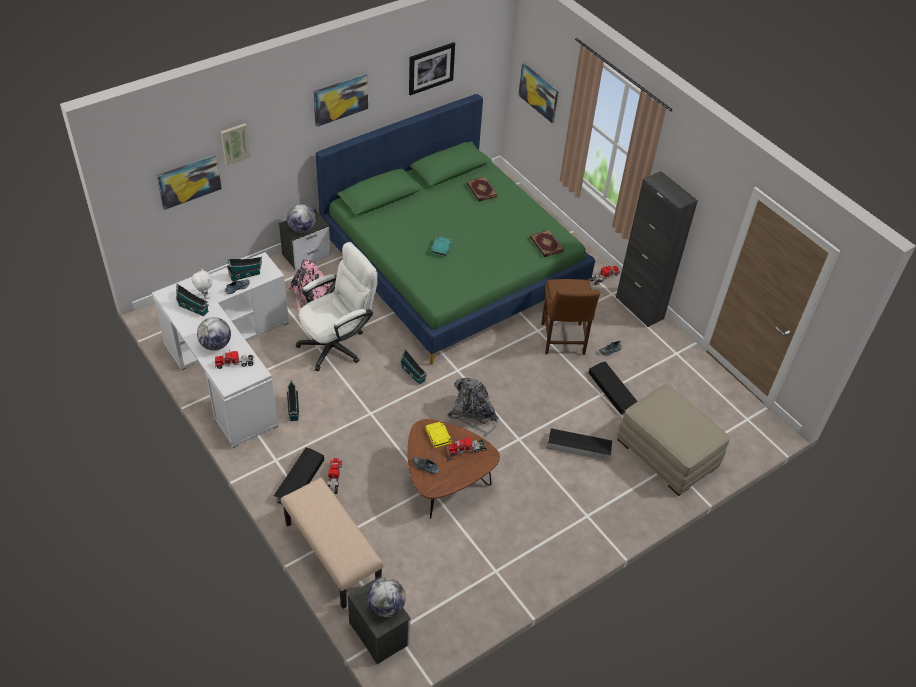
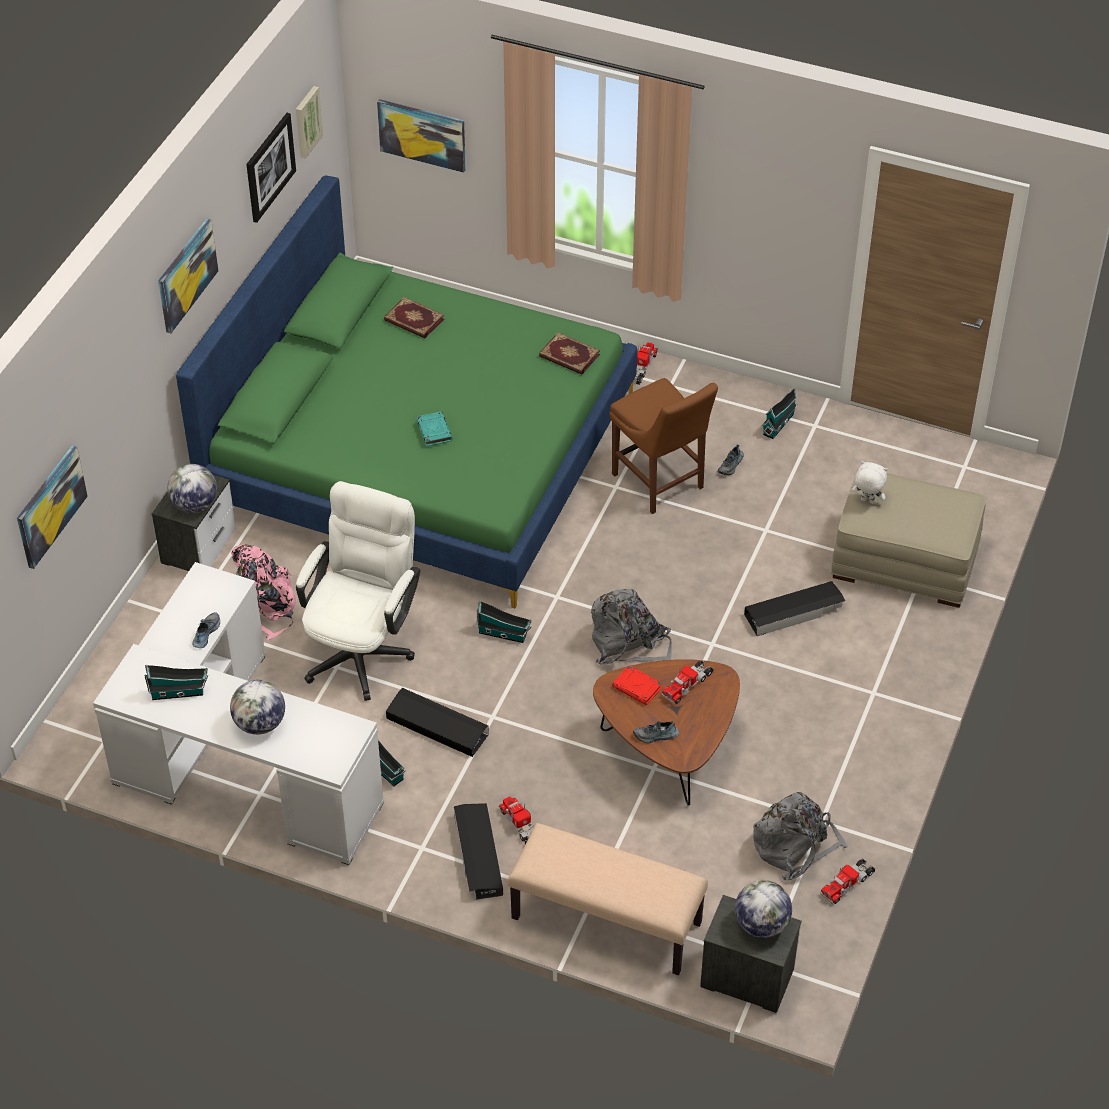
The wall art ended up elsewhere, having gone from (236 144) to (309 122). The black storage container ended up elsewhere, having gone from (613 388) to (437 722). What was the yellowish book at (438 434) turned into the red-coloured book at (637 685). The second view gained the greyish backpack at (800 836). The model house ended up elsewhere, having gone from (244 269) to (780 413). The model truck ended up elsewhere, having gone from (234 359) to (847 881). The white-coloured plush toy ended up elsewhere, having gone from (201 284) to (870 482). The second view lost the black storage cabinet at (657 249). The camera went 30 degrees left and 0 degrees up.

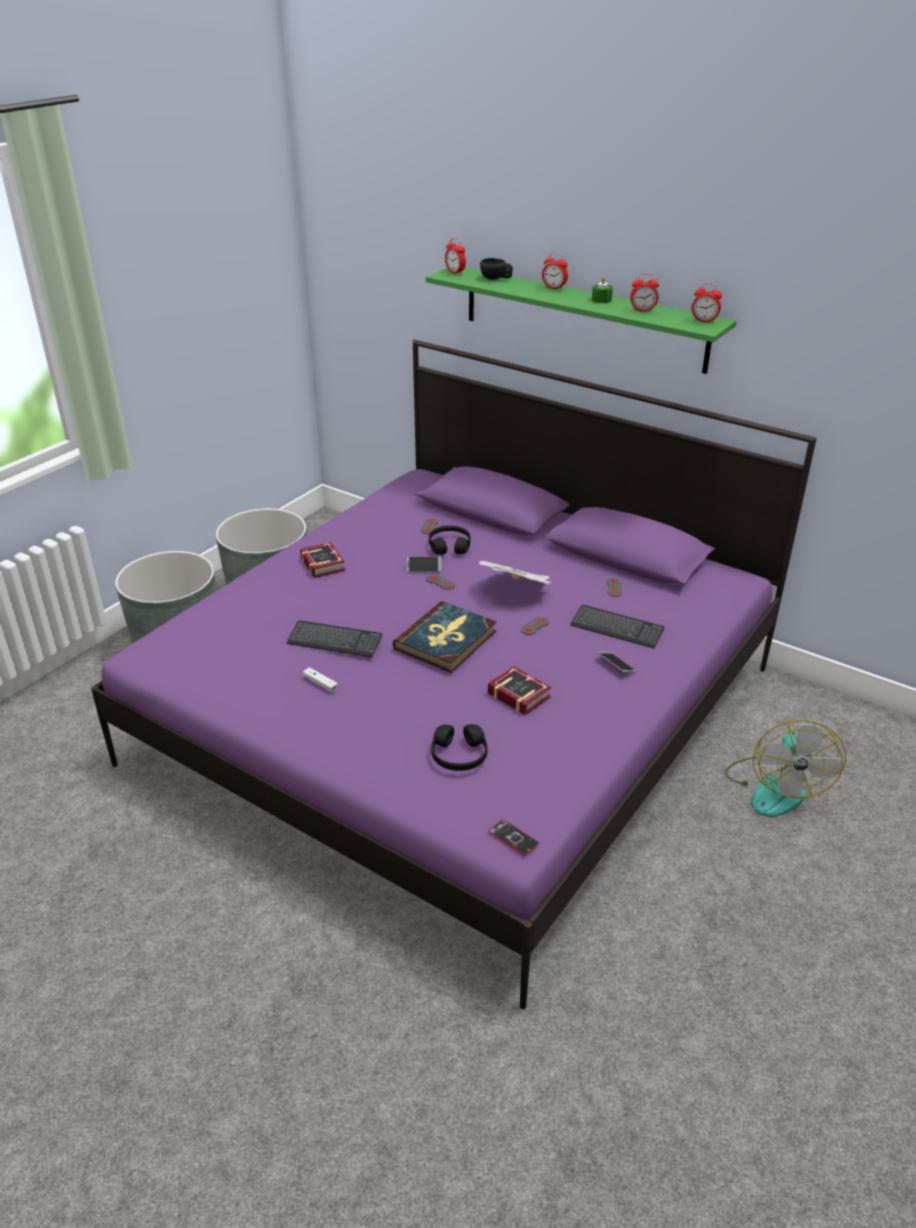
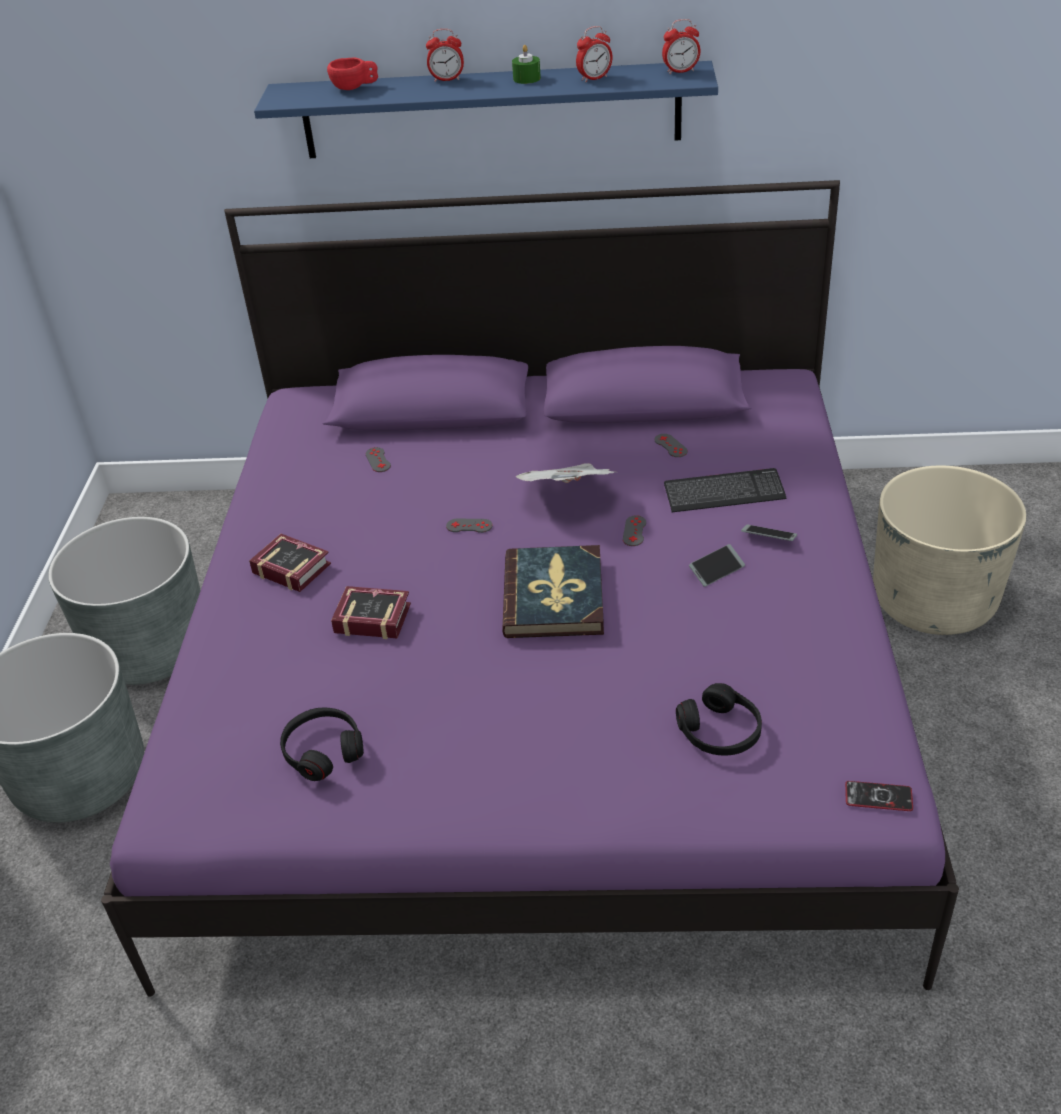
What was the green-coloured wall shelf at (581 320) turned into the bluish wall shelf at (486 109). The black headset ended up elsewhere, having gone from (449 540) to (322 744). What was the black drinking cup at (496 269) turned into the red-coloured drinking cup at (352 73). The book ended up elsewhere, having gone from (519 690) to (371 612). The handset ended up elsewhere, having gone from (424 564) to (717 565). Where the cooling fan stood at (785 768), the beige planter came to stand at (949 550). The second view lost the keyboard at (334 638). The second view lost the white-coloured gamepad at (320 680). The second view lost the table clock at (455 256). The camera went 30 degrees left and 5 degrees up.

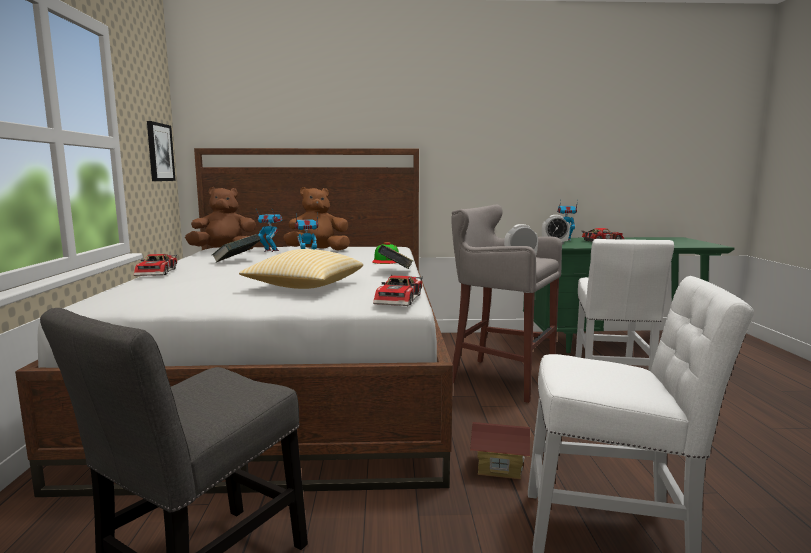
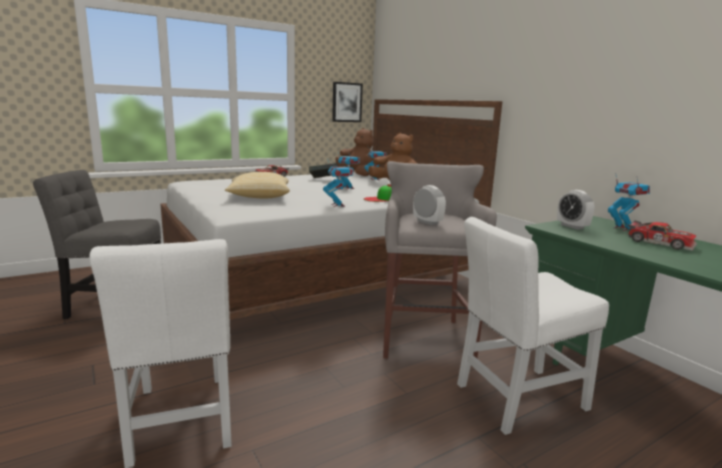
Where the book stood at (395 257), the model robot came to stand at (338 183). The second view lost the toy car at (398 290). The second view lost the model house at (500 451). The camera went 60 degrees right and 5 degrees up.

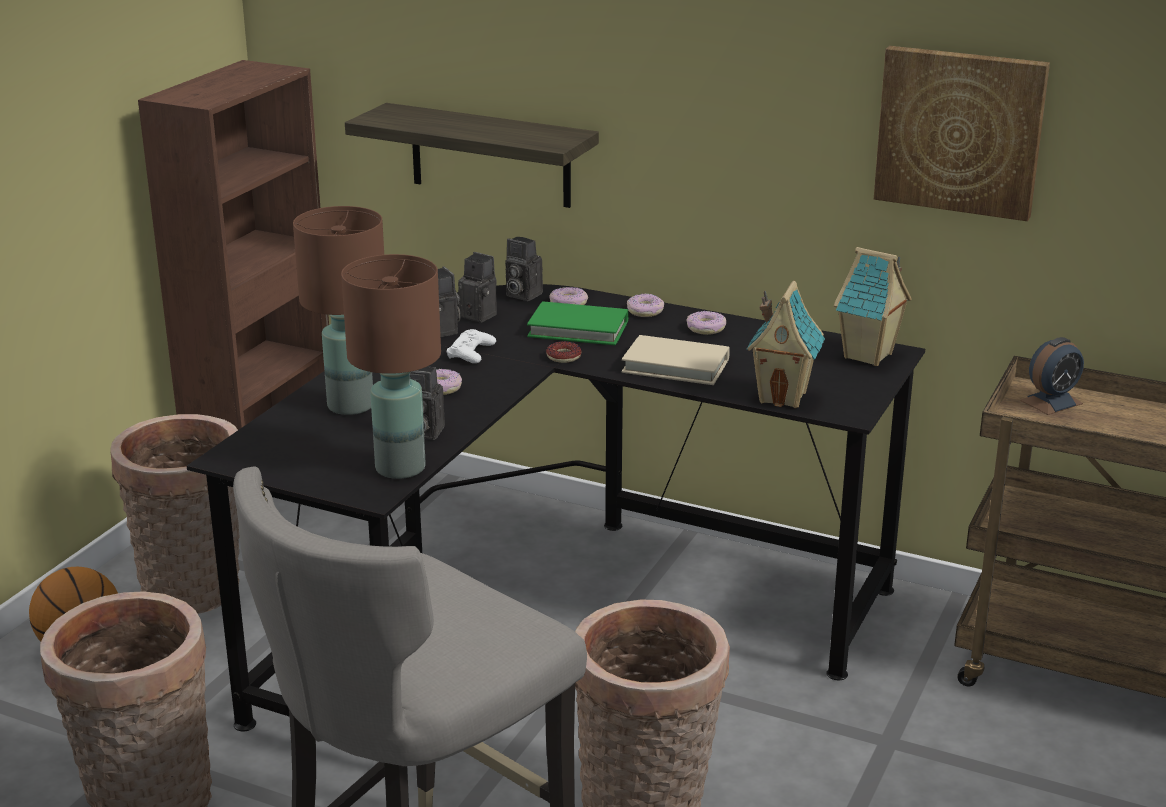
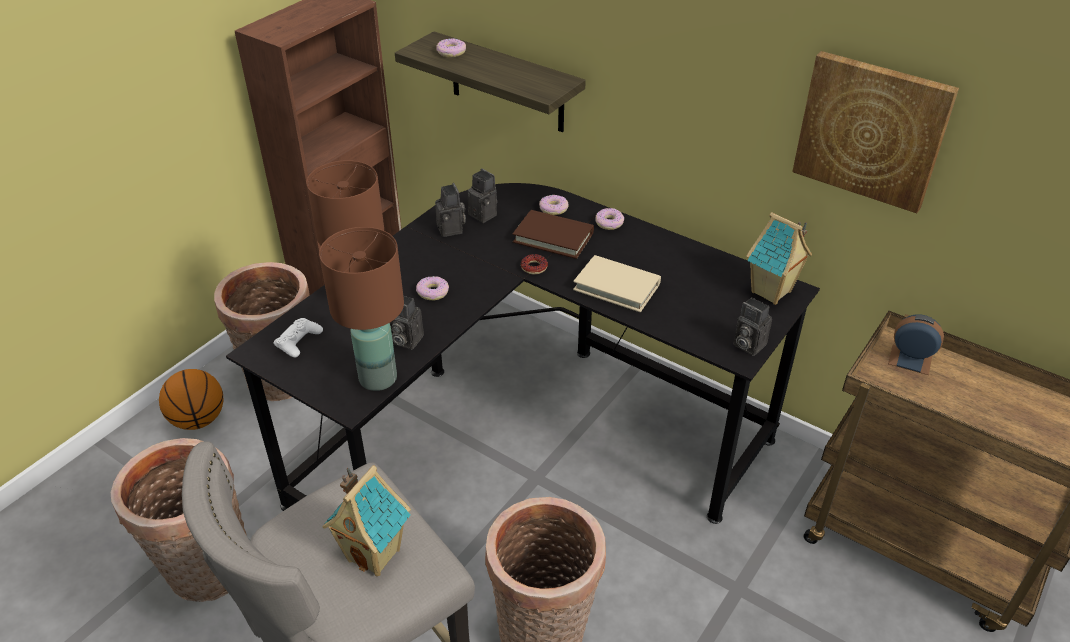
The white-coloured gamepad ended up elsewhere, having gone from (471 346) to (298 337). The model house ended up elsewhere, having gone from (785 344) to (367 520). The doughnut ended up elsewhere, having gone from (706 323) to (451 47). What was the green-coloured book at (578 323) turned into the brown book at (553 234). The still camera ended up elsewhere, having gone from (524 269) to (752 326). The table clock at (1052 376) ended up facing another way, 135 degrees counterclockwise from before. The camera went 10 degrees right and 15 degrees up.

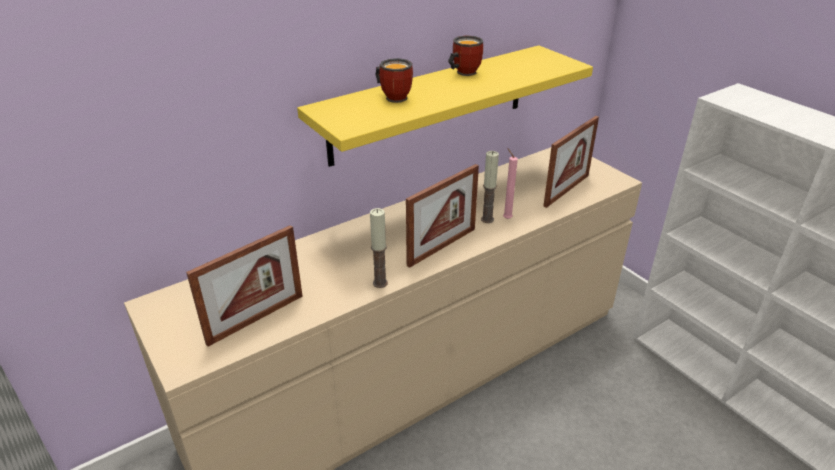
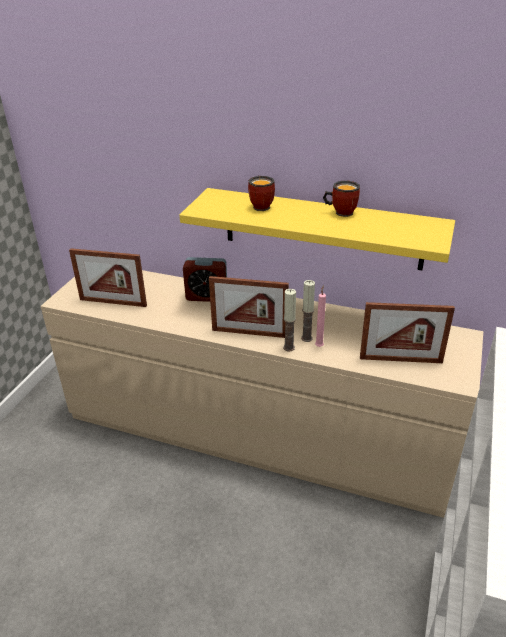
The second view gained the table clock at (205 279). The wax light ended up elsewhere, having gone from (379 248) to (289 320). The camera went 55 degrees right and 0 degrees up.

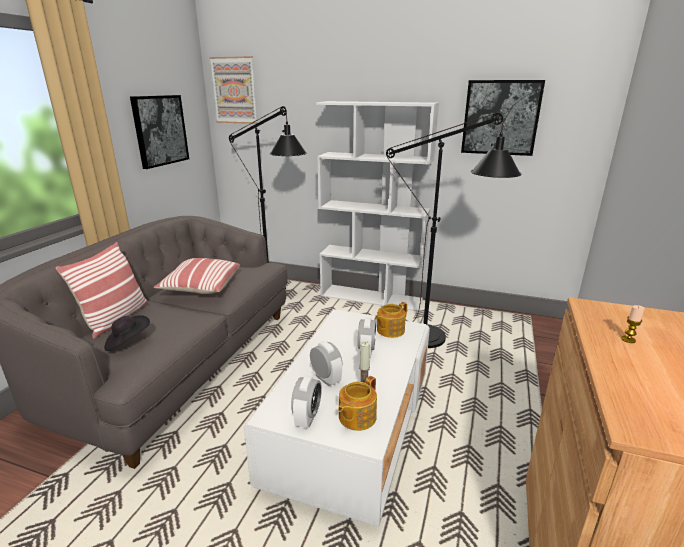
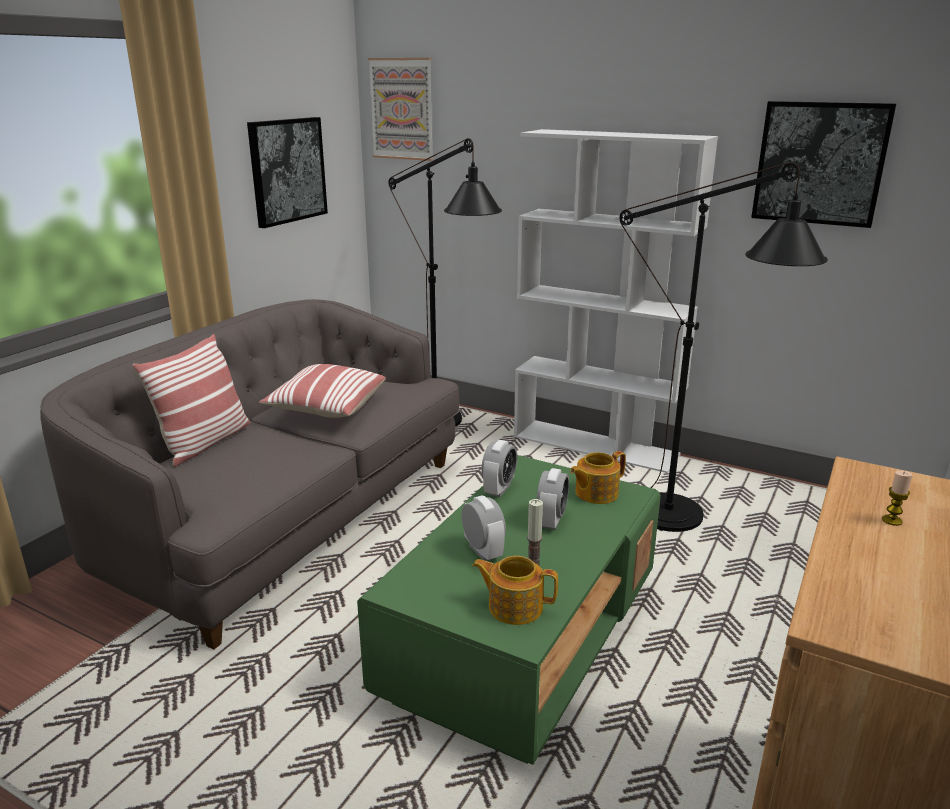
What was the white-coloured lounge table at (337 418) turned into the green-coloured lounge table at (509 610). The teapot at (357 403) ended up facing another way, 60 degrees clockwise from before. The table clock ended up elsewhere, having gone from (306 401) to (499 468). The second view lost the black hat at (127 333). The camera went 10 degrees right and 0 degrees up.

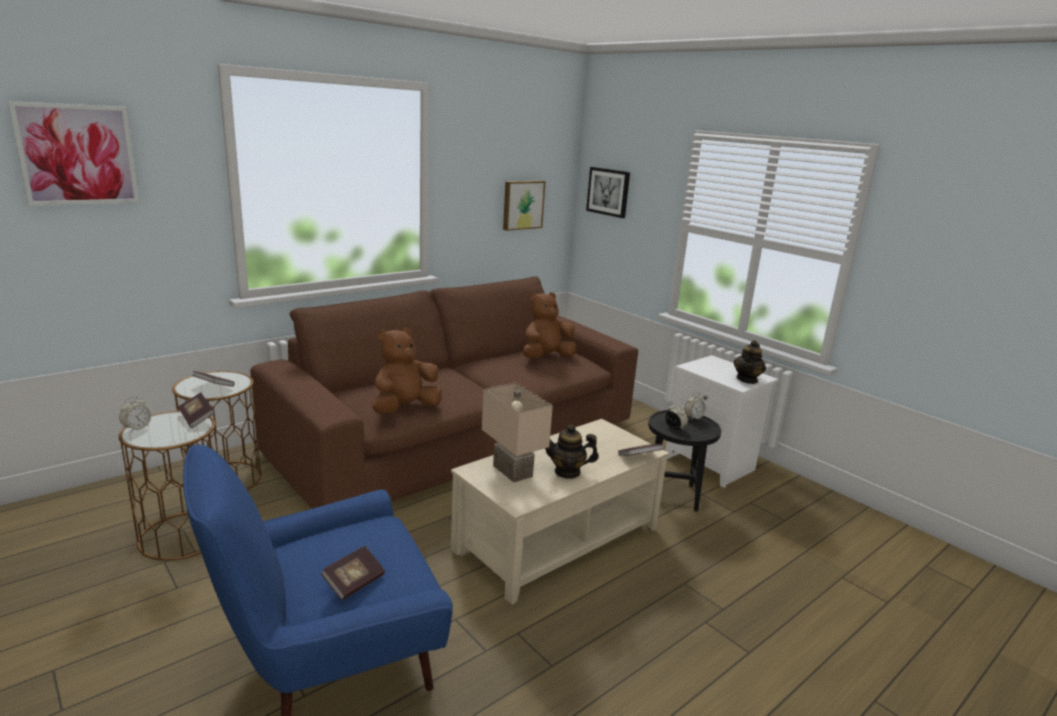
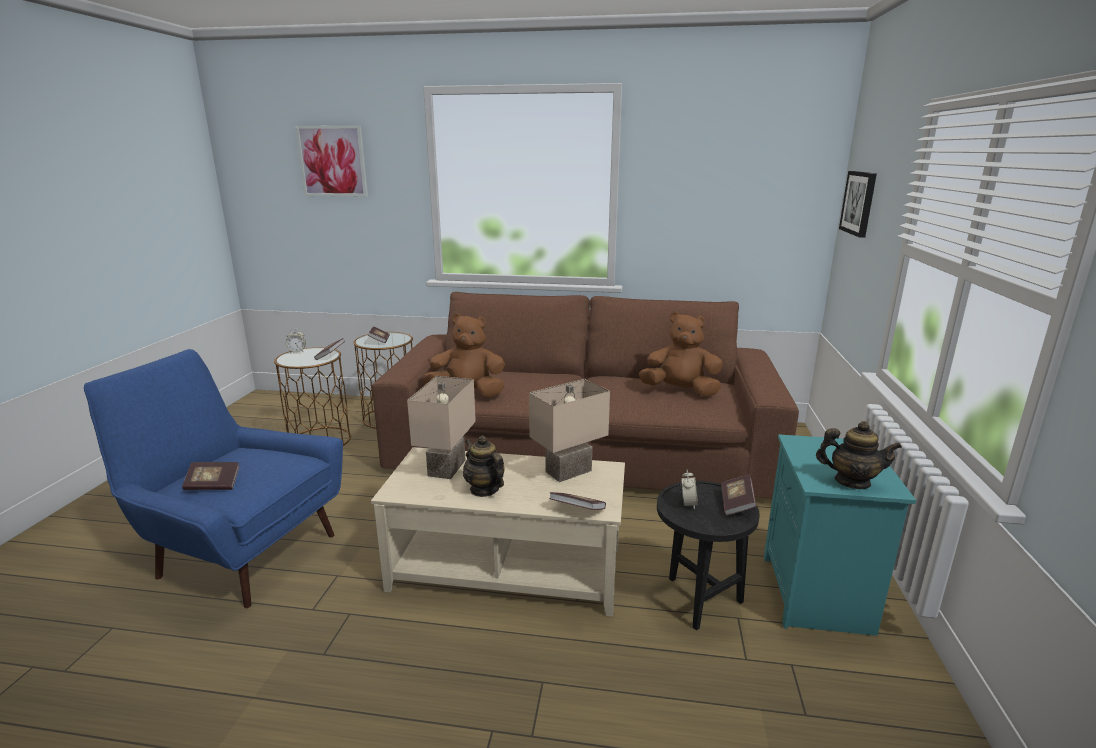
The second view gained the beige tabletop lamp at (569 430). Where the table clock stood at (695 406), the book came to stand at (738 494). What was the white-coloured night table at (722 421) turned into the turquoise night table at (840 535). The teapot at (750 362) ended up facing another way, 150 degrees counterclockwise from before. The second view lost the wall art at (524 206). The camera went 50 degrees right and 0 degrees up.

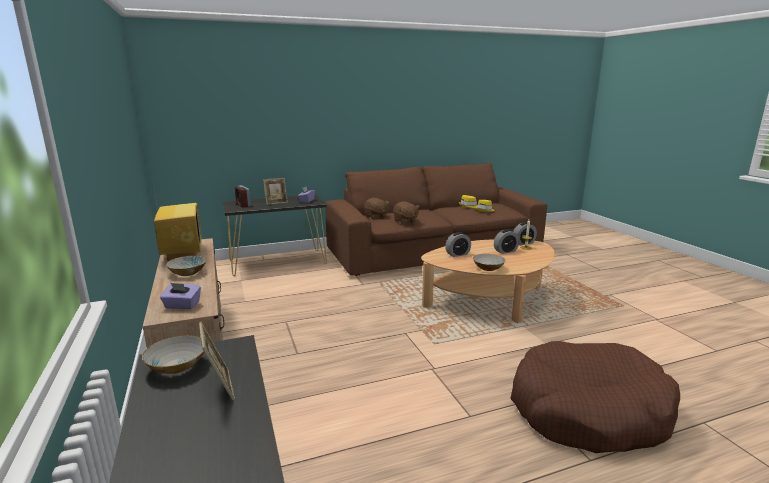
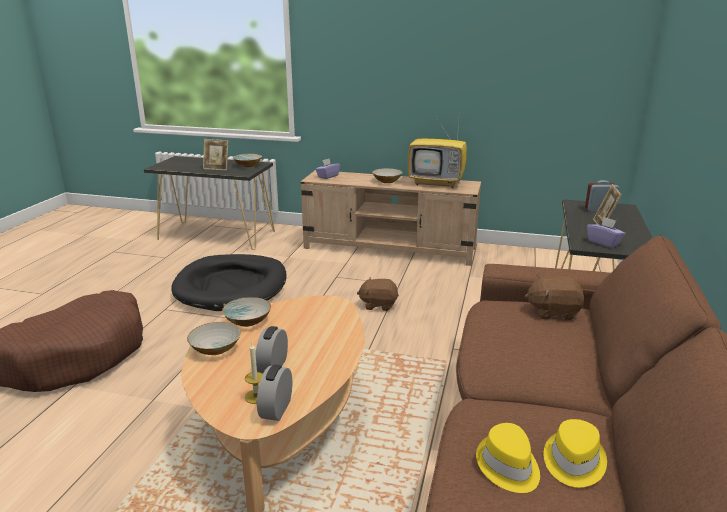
The second view gained the black dog bed at (229 282). The second view gained the deep dish at (214 338). The brown plush toy ended up elsewhere, having gone from (406 212) to (378 294). The second view lost the table clock at (458 244). The camera went 125 degrees right and 5 degrees up.

